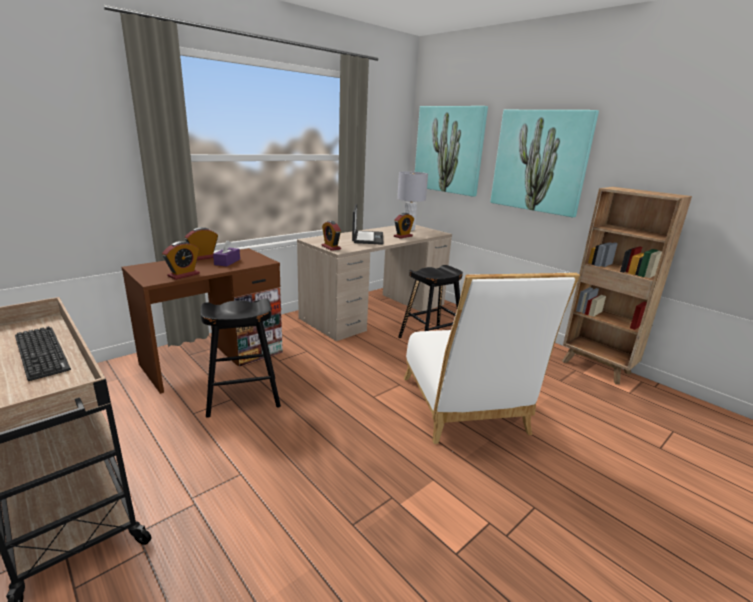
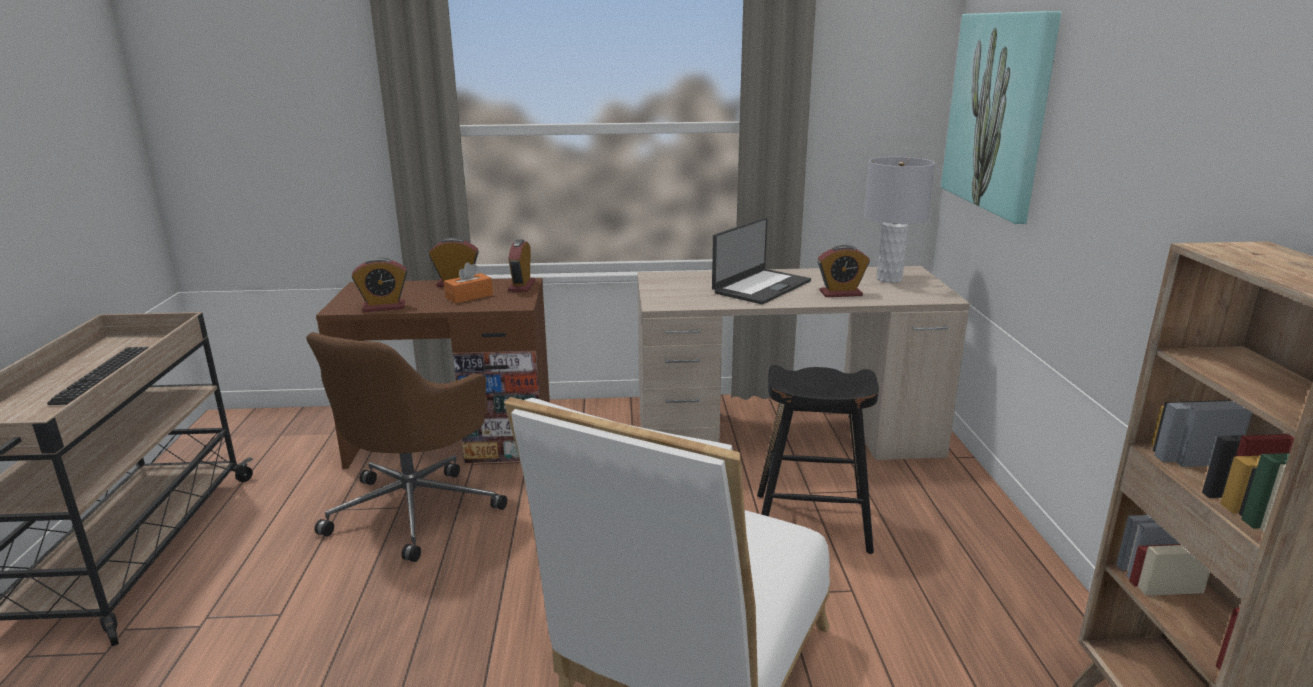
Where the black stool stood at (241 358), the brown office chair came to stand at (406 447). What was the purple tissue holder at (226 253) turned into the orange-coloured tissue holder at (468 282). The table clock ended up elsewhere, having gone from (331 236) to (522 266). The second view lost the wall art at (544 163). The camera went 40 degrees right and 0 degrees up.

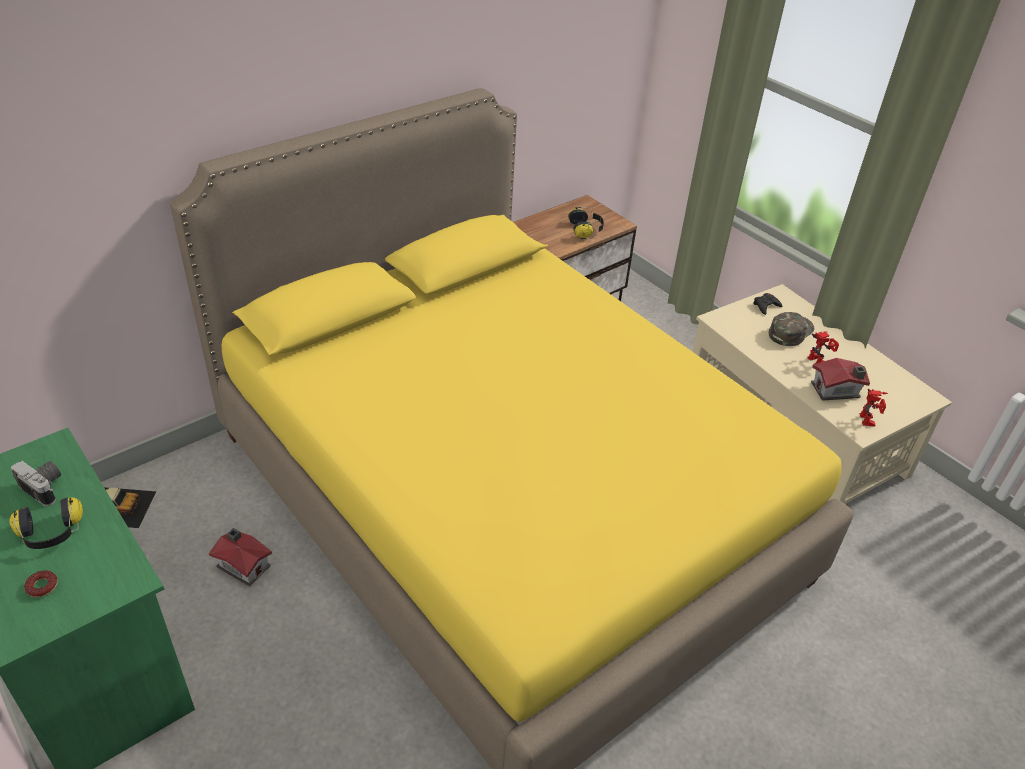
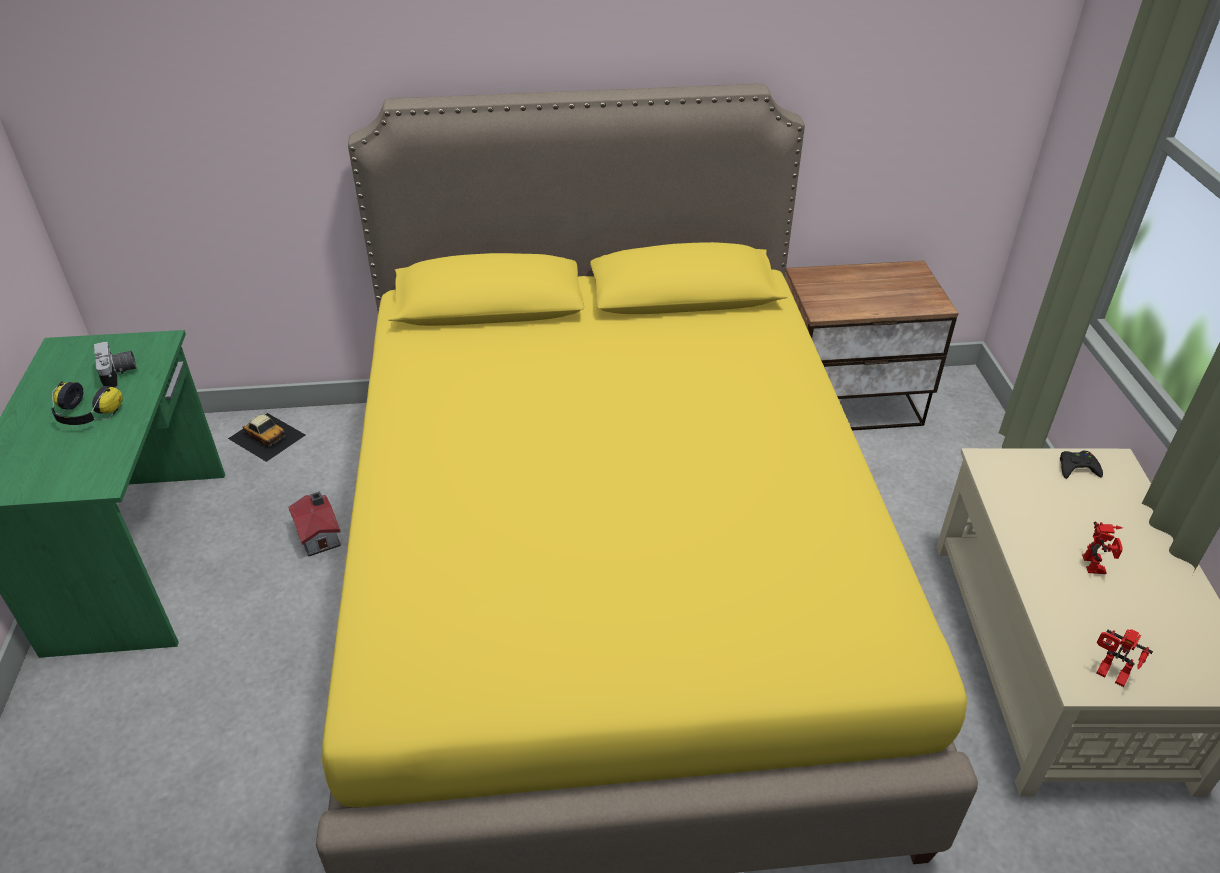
The model robot at (874 408) ended up facing another way, 90 degrees clockwise from before. The second view lost the doughnut at (41 584). The second view lost the headset at (586 223). The second view lost the green-coloured cap at (791 329). The second view lost the model house at (840 379). The camera went 35 degrees right and 0 degrees up.

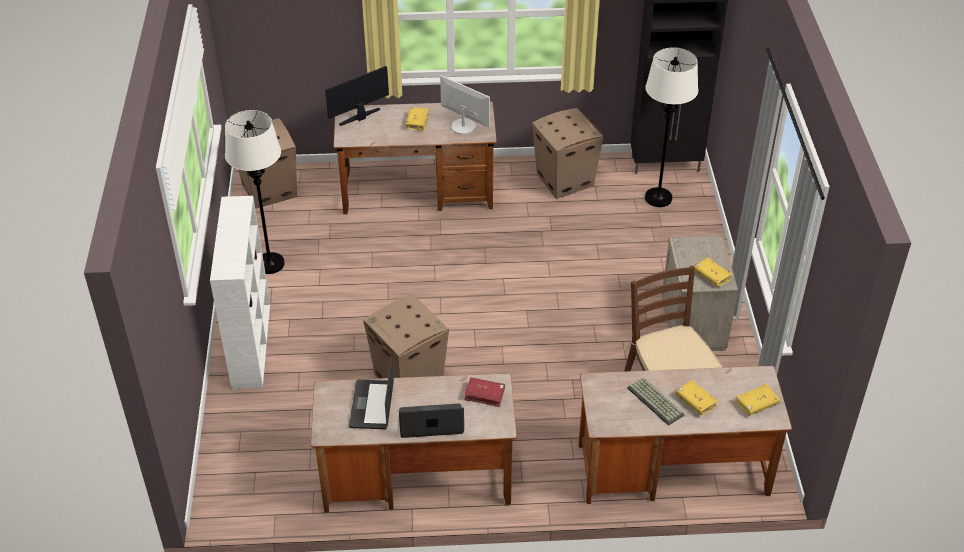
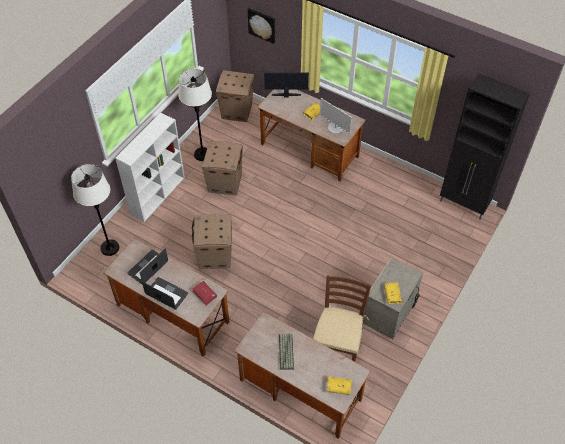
The white-coloured standing lamp ended up elsewhere, having gone from (671 127) to (95 210). The cardboard box ended up elsewhere, having gone from (567 153) to (222 168). The second view gained the wall art at (261 26). The computer display at (465 105) ended up facing another way, 150 degrees clockwise from before. The second view lost the yellowish book at (696 398). The camera went 35 degrees right and 10 degrees up.

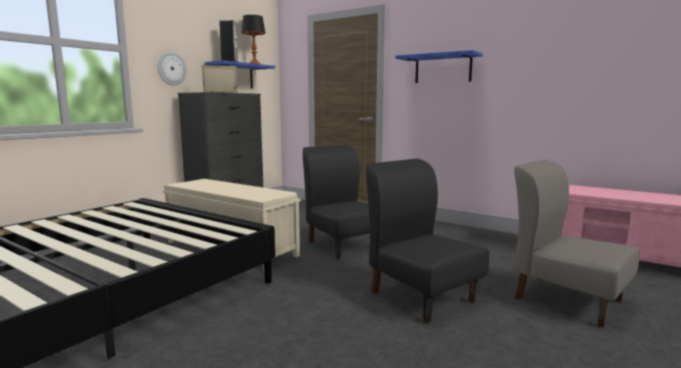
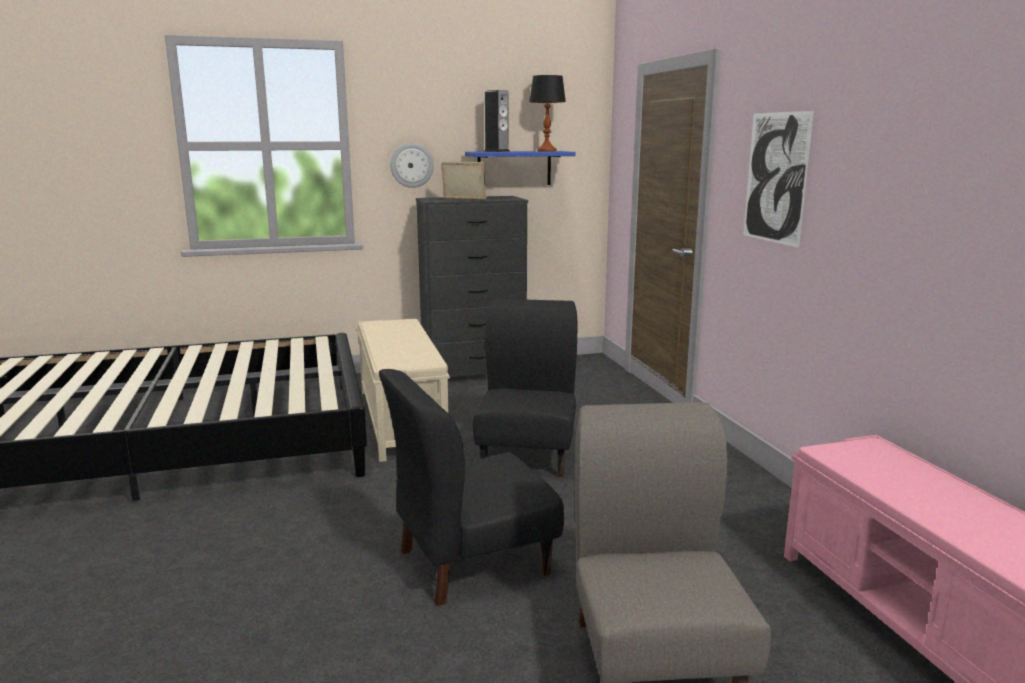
The black upright chair at (427 241) ended up facing another way, 120 degrees counterclockwise from before. Where the bluish wall shelf hung at (439 66), the wall art came to hang at (778 179). The camera went 40 degrees right and 5 degrees up.

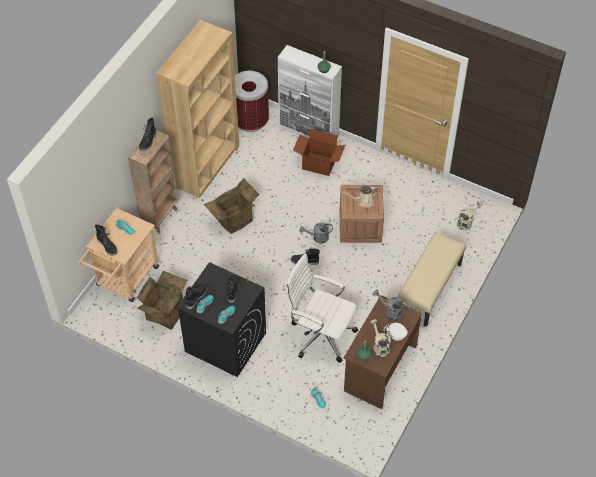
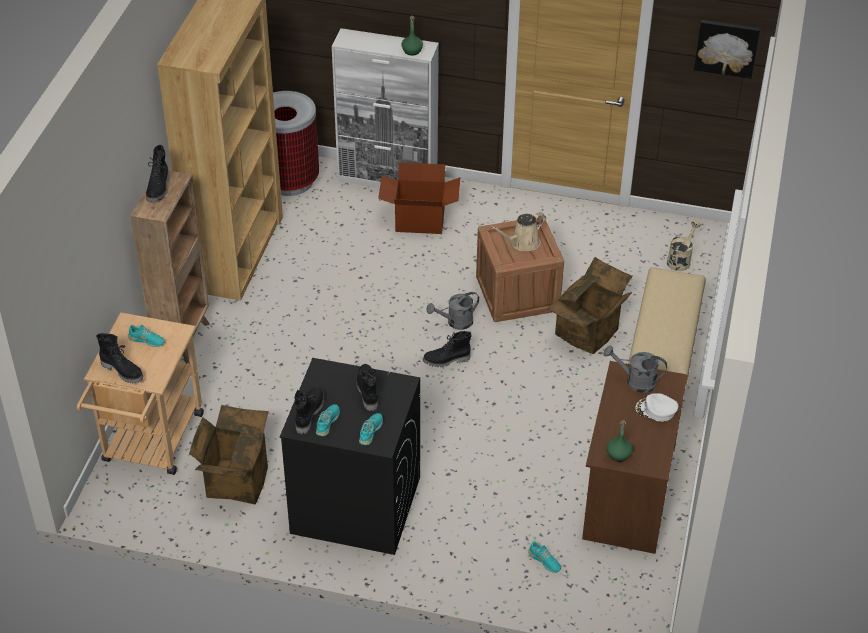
The cardboard box ended up elsewhere, having gone from (232 206) to (590 305). The second view gained the wall art at (727 49). The second view lost the white-coloured office chair at (322 308). The second view lost the beige watering can at (380 338). The camera went 15 degrees left and 10 degrees down.

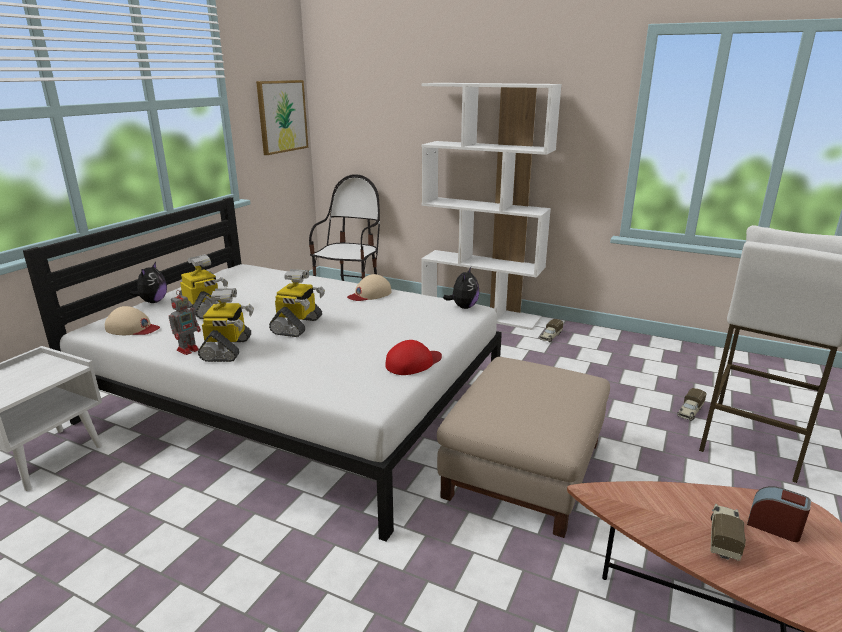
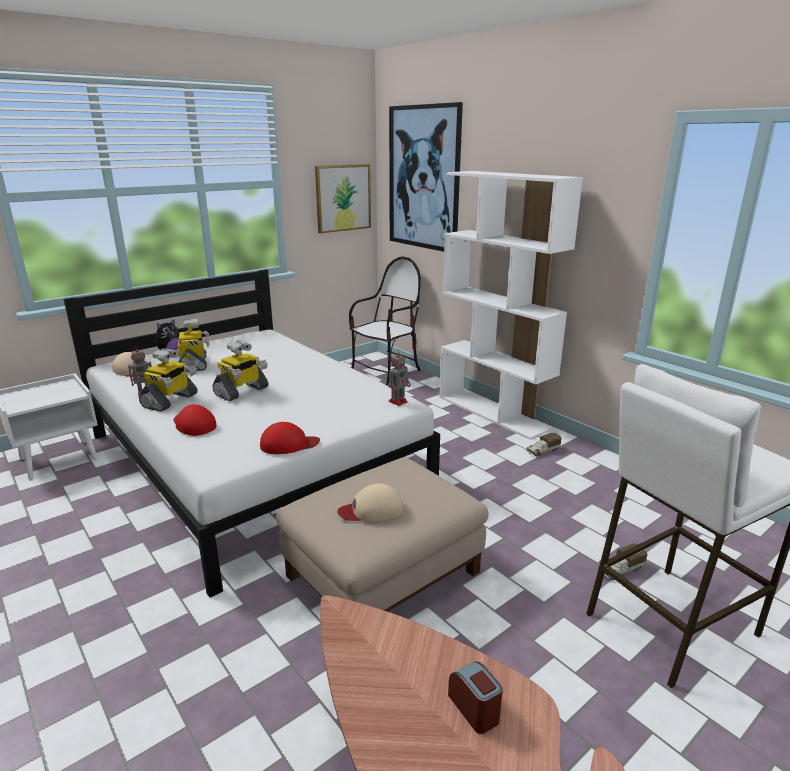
The second view gained the red-coloured cap at (195 420). The beige cap ended up elsewhere, having gone from (369 287) to (370 502). Where the plush toy stood at (461 288), the model robot came to stand at (399 378). The second view gained the wall art at (426 177). The second view lost the model truck at (728 532). The camera went 25 degrees right and 0 degrees up.

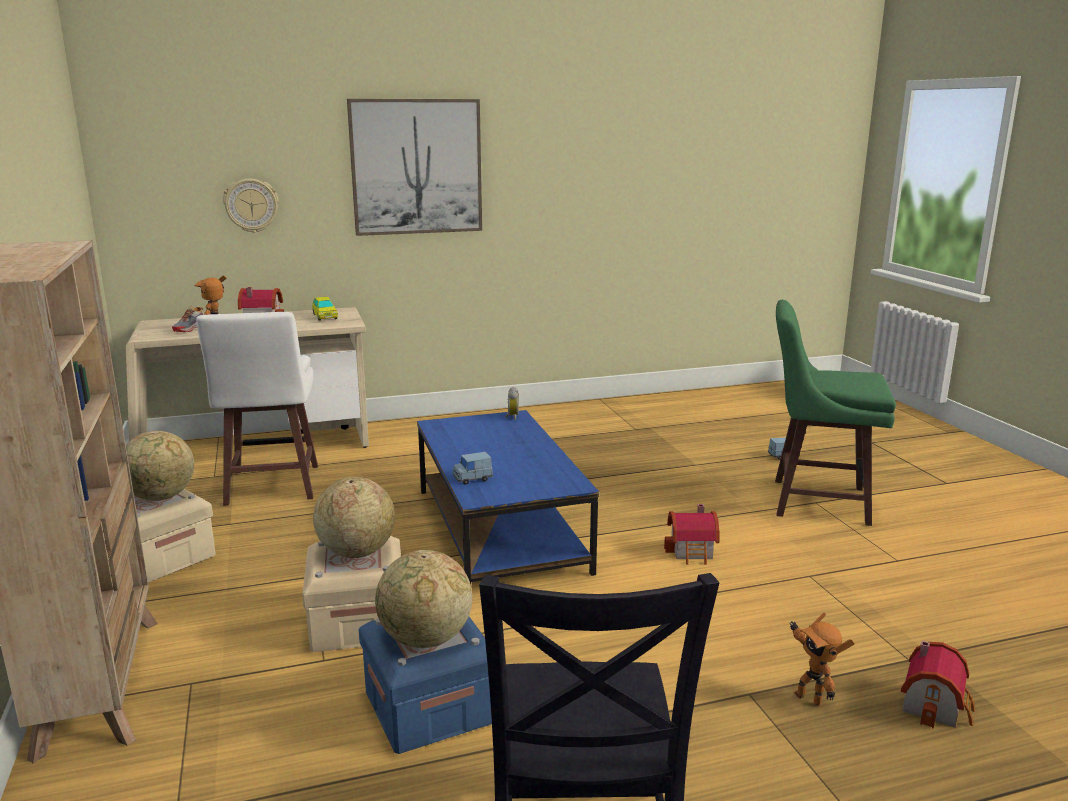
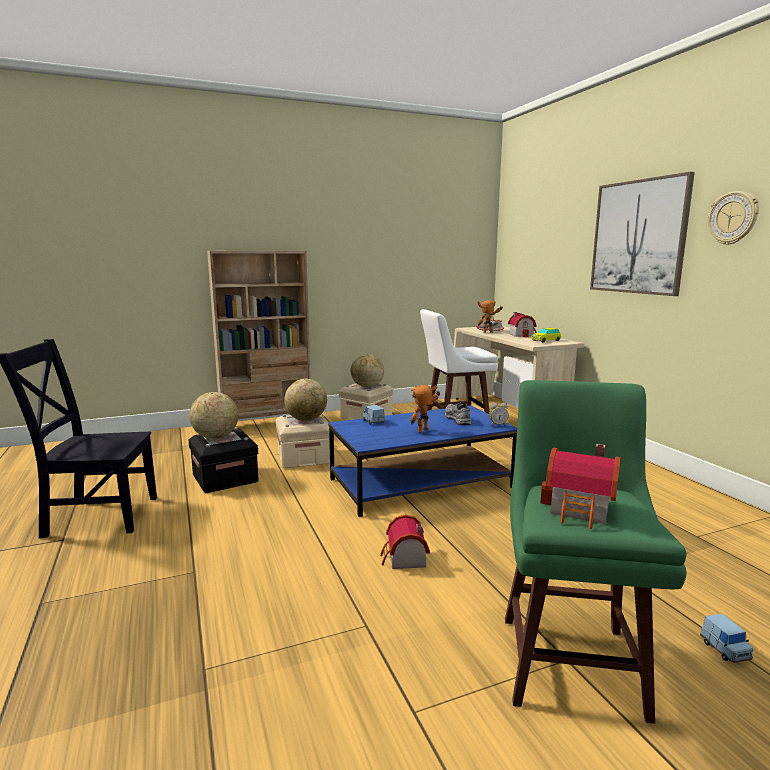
What was the bluish storage container at (425 685) turned into the black storage container at (223 460). The model robot ended up elsewhere, having gone from (821 658) to (425 409). The second view gained the greyish shoe at (458 413). The model house ended up elsewhere, having gone from (938 685) to (580 486). The wall clock ended up elsewhere, having gone from (251 206) to (733 218). The camera went 85 degrees right and 5 degrees down.

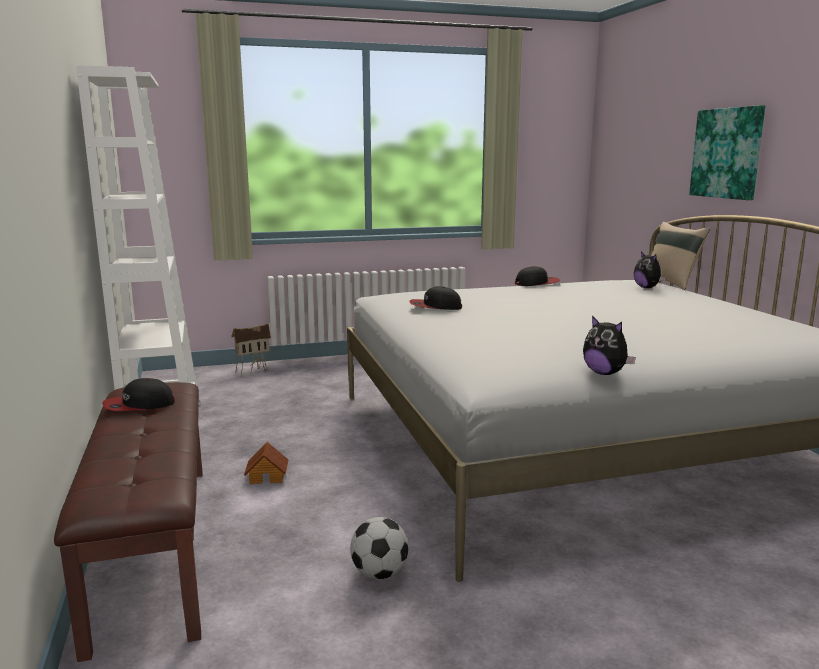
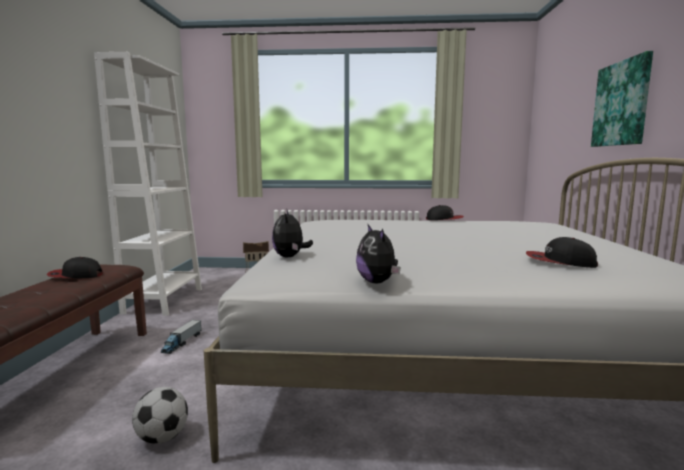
Where the model house stood at (266 463), the model truck came to stand at (180 337). The plush toy ended up elsewhere, having gone from (650 269) to (292 233). The cap ended up elsewhere, having gone from (435 298) to (562 252). The second view lost the beige pillow at (680 256). The camera went 20 degrees right and 5 degrees down.

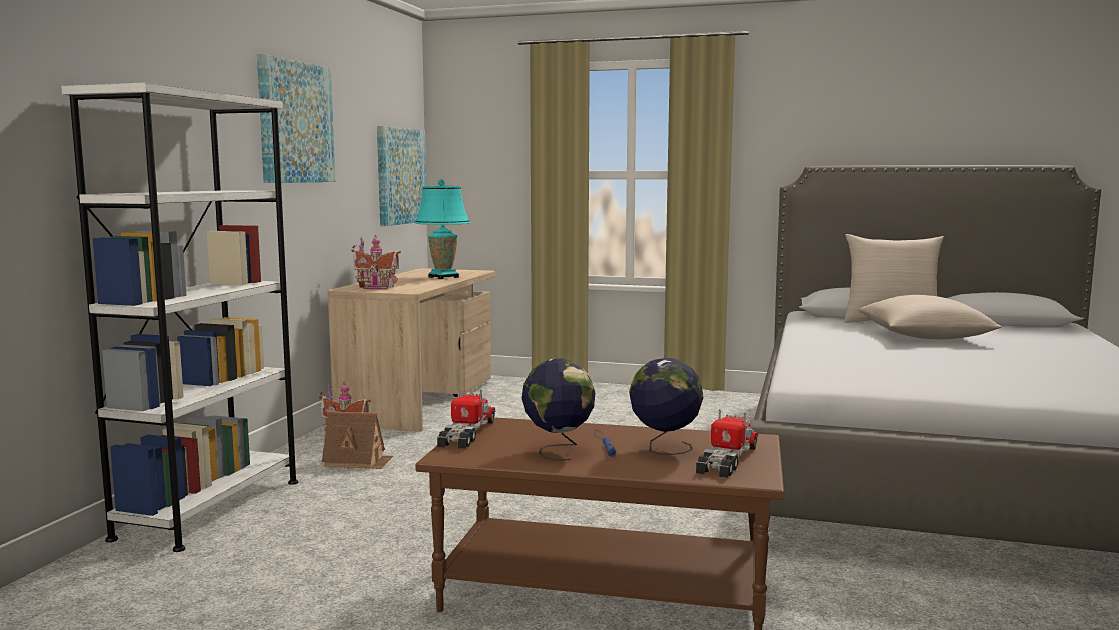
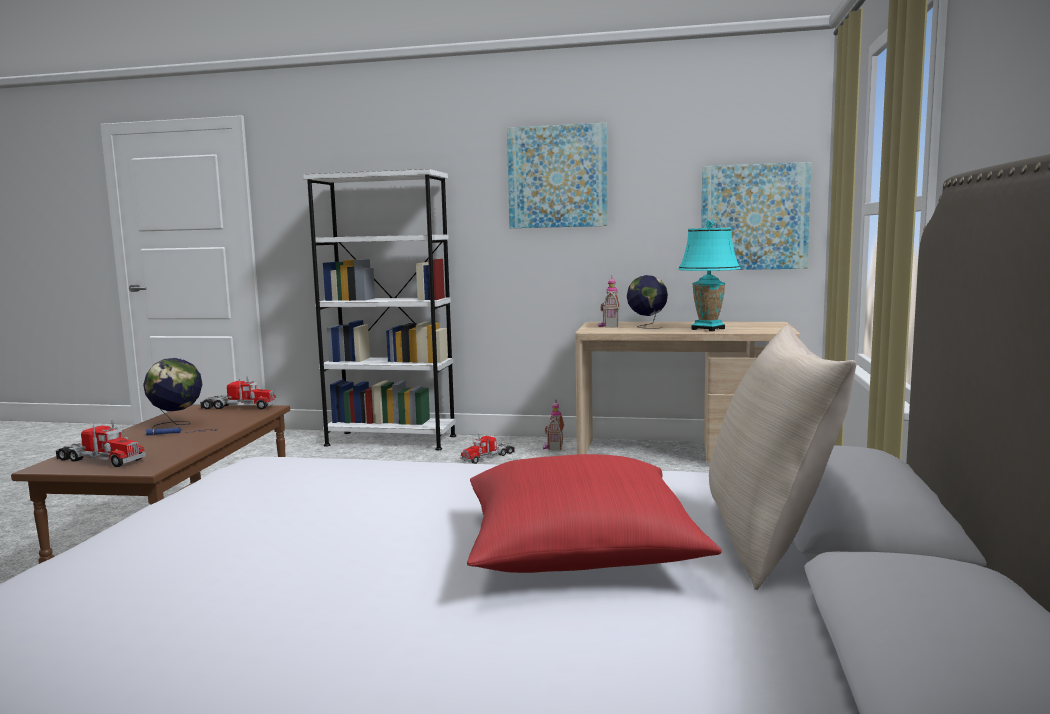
Where the model house stood at (357 440), the model truck came to stand at (487 448). What was the beige pillow at (930 317) turned into the red-coloured pillow at (594 513). The world globe ended up elsewhere, having gone from (666 406) to (647 302). The camera went 85 degrees right and 0 degrees up.

